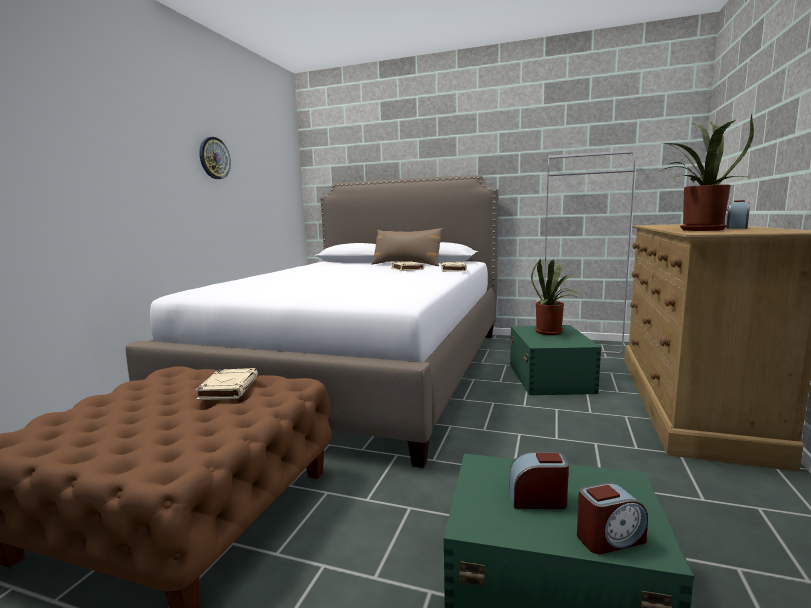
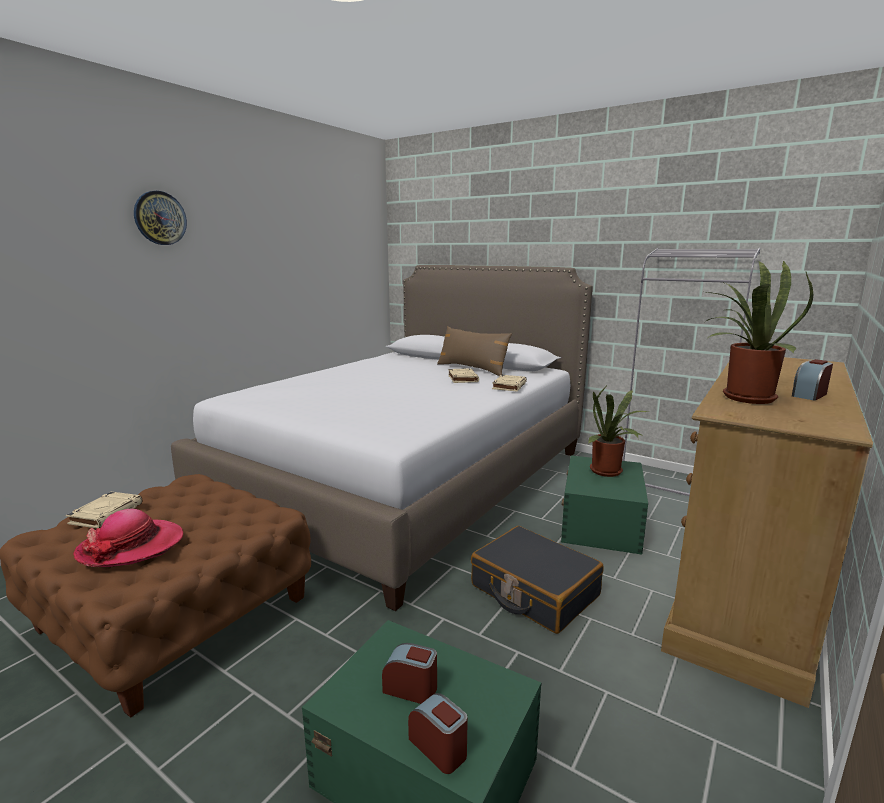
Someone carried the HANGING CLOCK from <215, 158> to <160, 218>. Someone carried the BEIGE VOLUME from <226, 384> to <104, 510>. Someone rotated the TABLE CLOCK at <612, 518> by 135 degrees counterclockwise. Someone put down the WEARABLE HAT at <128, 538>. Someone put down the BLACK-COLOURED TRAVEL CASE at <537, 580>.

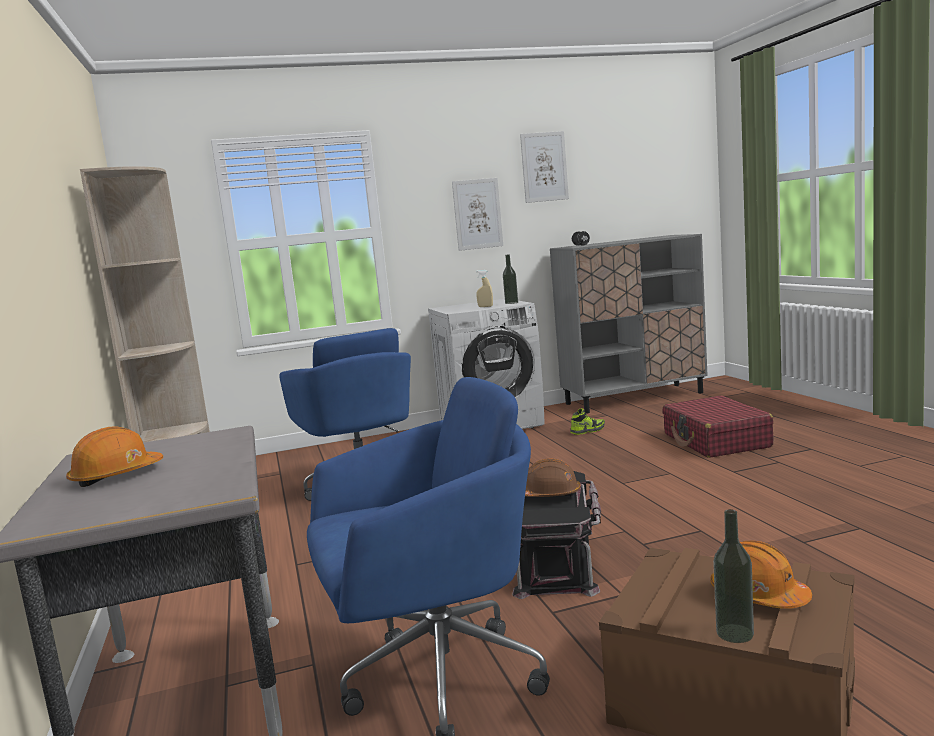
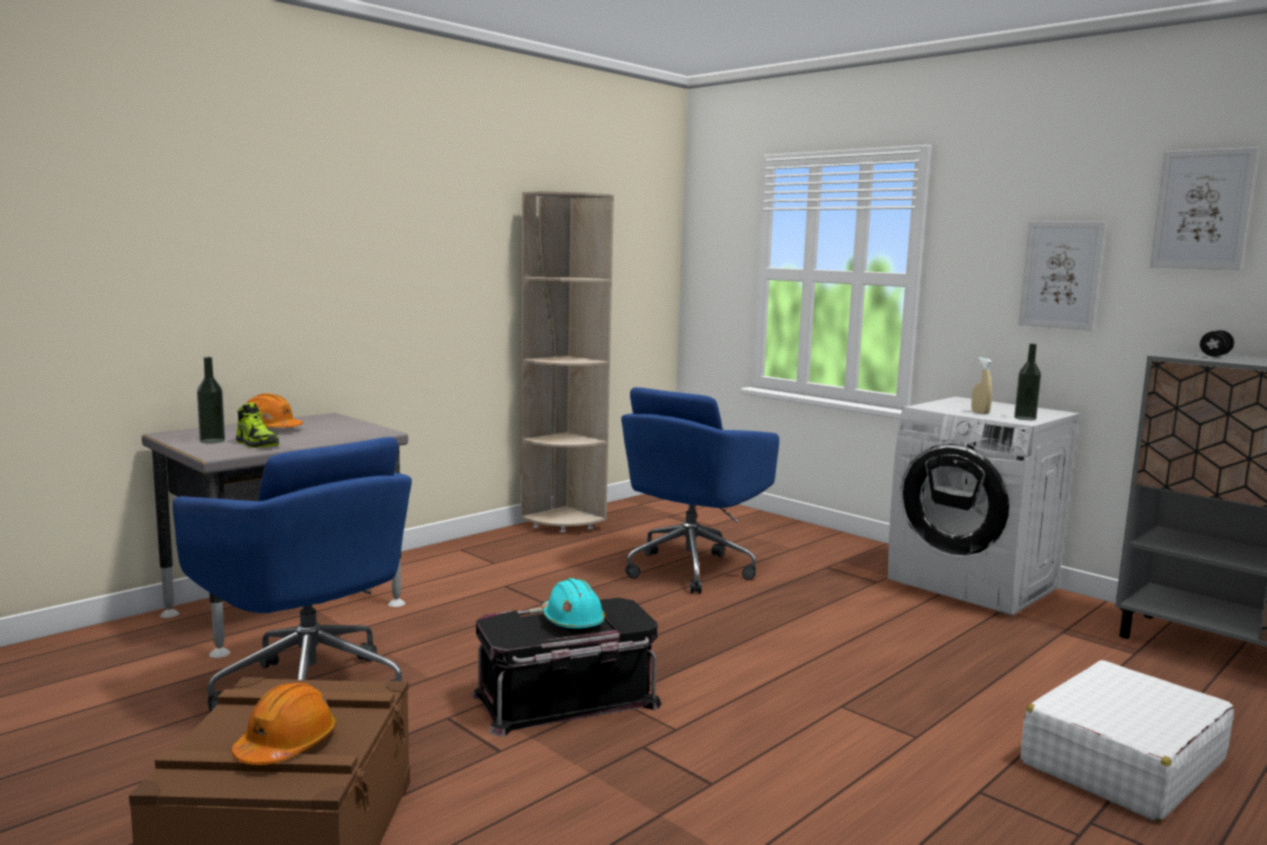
Someone repainted the RED-COLOURED TRAVEL CASE at <718, 426>, which became the WHITE TRAVEL CASE at <1127, 740>. Someone carried the SHOE from <587, 421> to <257, 425>. Someone repainted the BROWN HARD HAT at <553, 477>, which became the BLUE-GREEN HARD HAT at <573, 605>. Someone carried the BOTTLE from <733, 576> to <211, 400>.

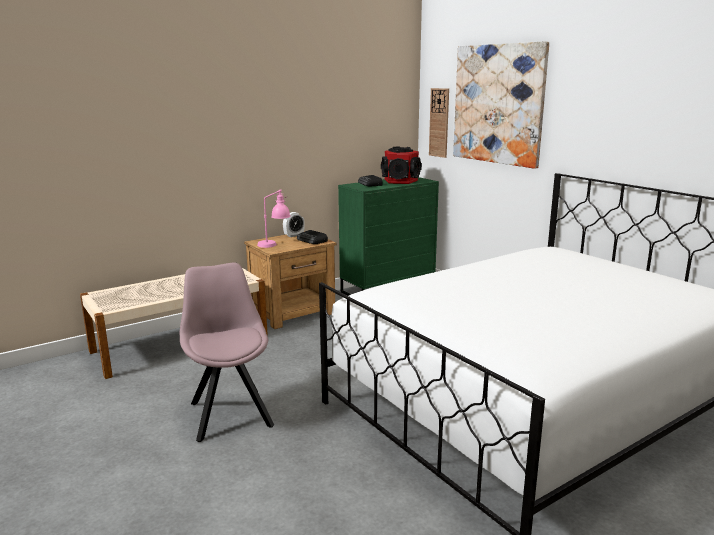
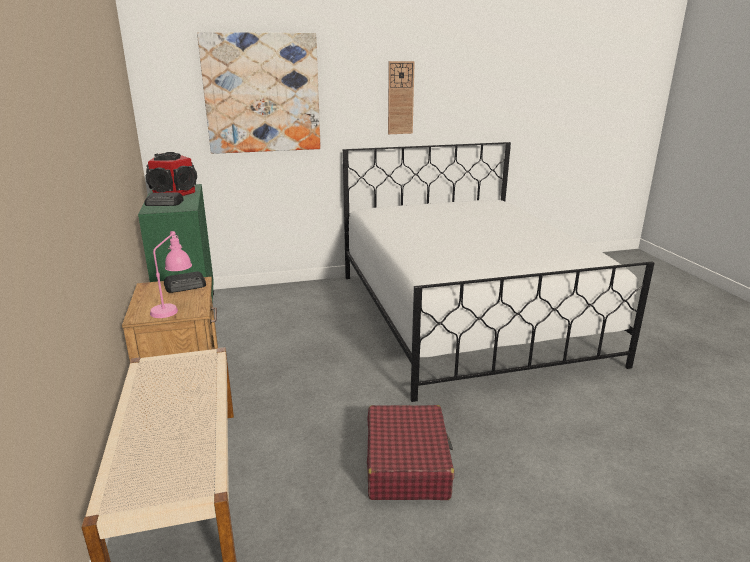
Someone carried the HANGING CLOCK from <439, 123> to <401, 97>. Someone took away the TABLE CLOCK at <294, 224>. Someone swapped the PINKISH CHAIR at <227, 352> for the RED-COLOURED TRAVEL CASE at <410, 452>.

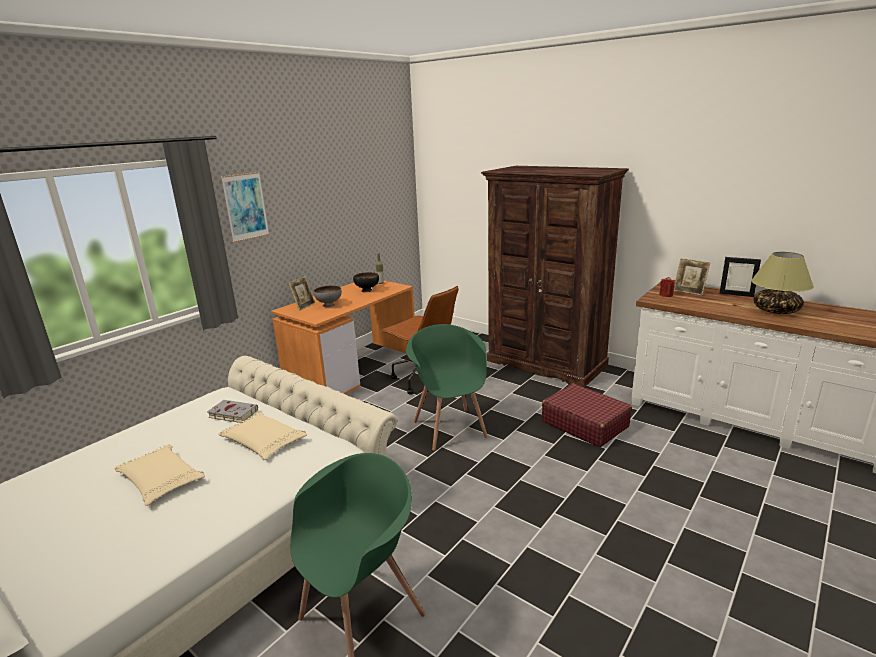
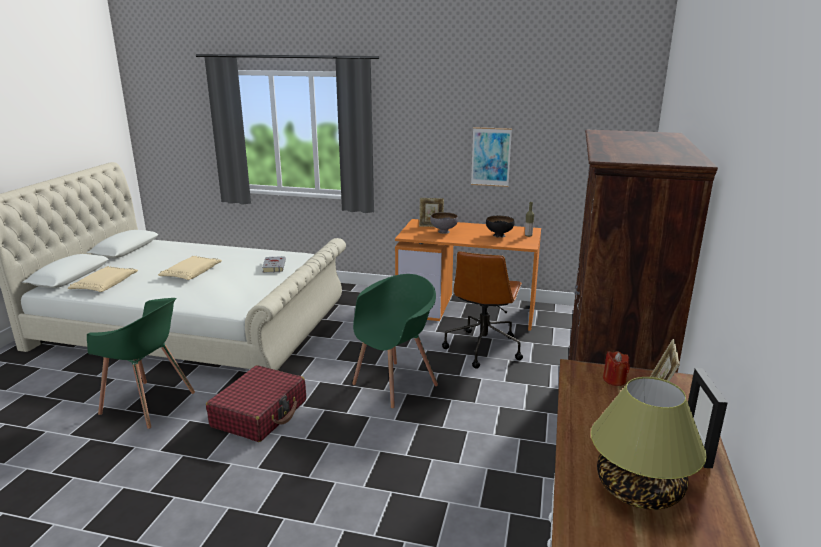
Someone carried the PICTURE from <245, 207> to <491, 157>. Someone carried the RED-COLOURED TRAVEL CASE from <587, 415> to <256, 403>. Someone carried the BEIGE CUSHION from <262, 436> to <103, 279>.

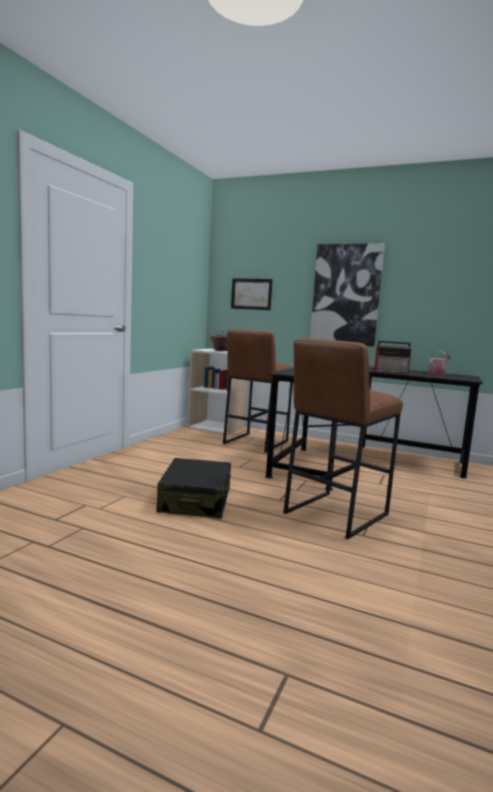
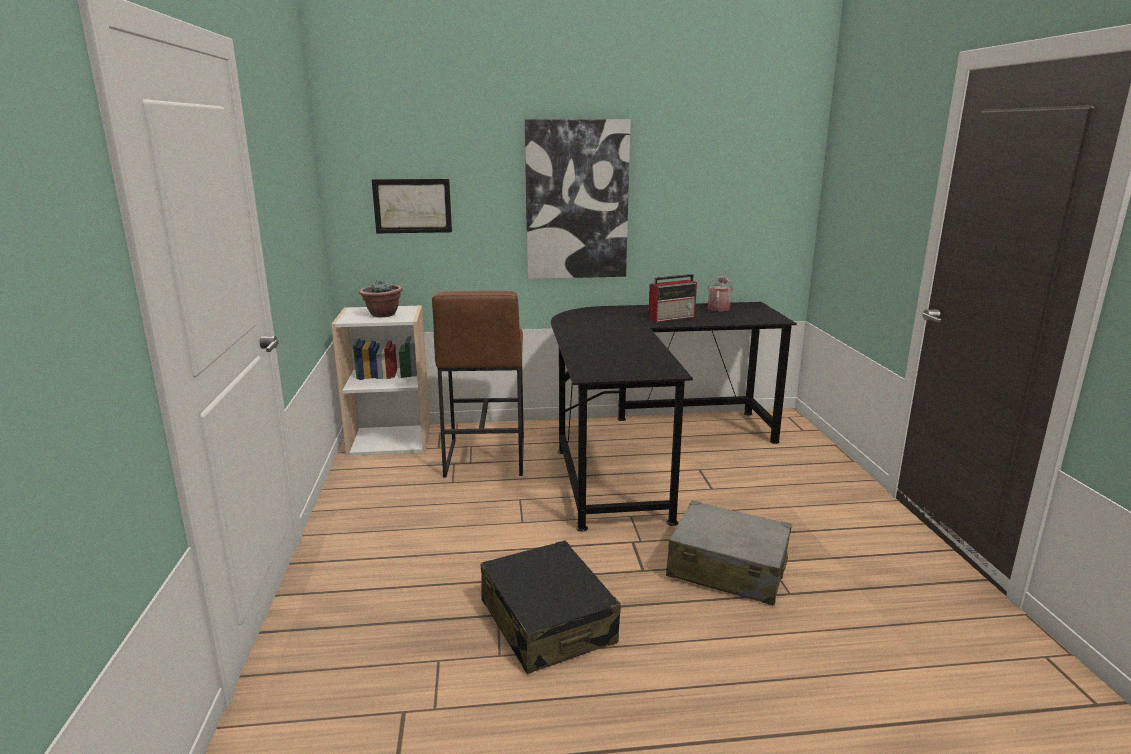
Someone swapped the BROWN STOOL SEAT at <343, 438> for the GREY TRAVEL CASE at <729, 553>.

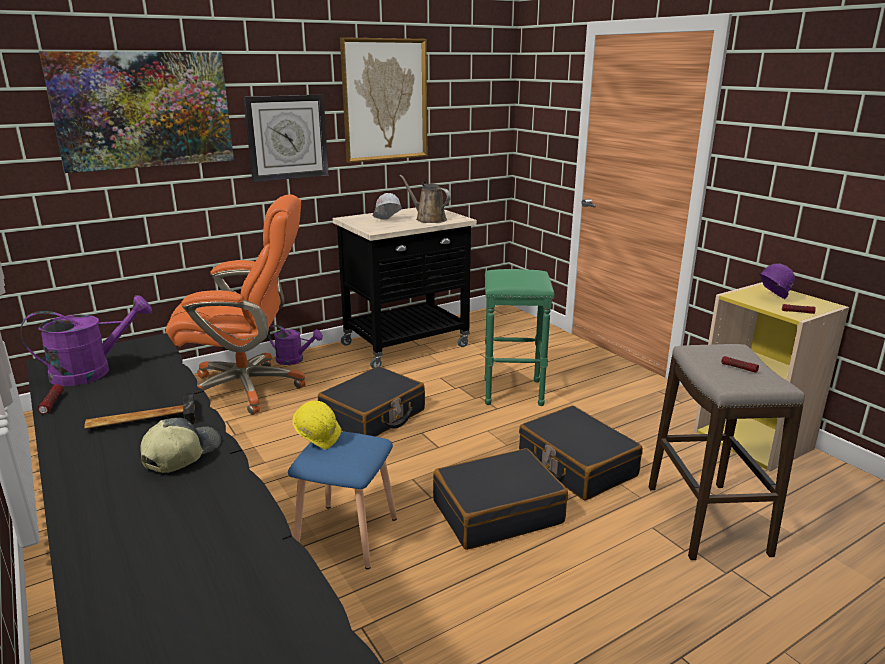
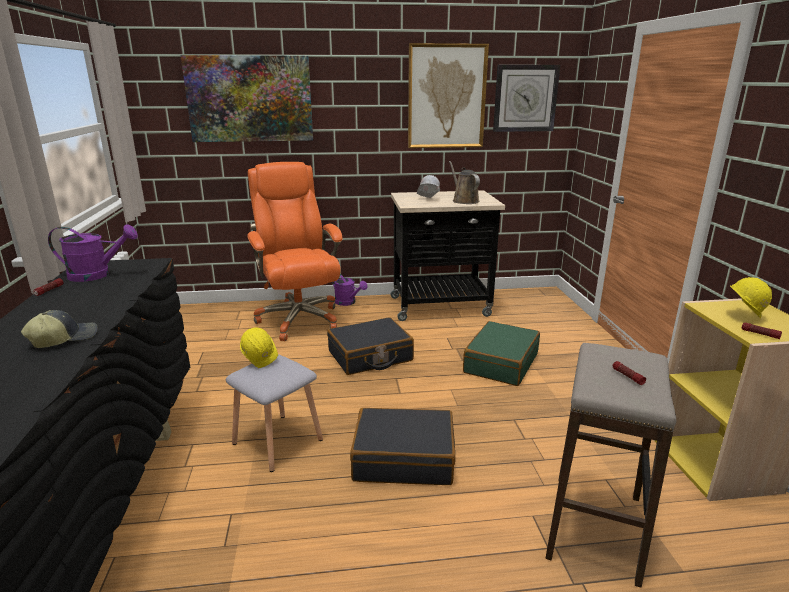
Someone carried the HANGING CLOCK from <286, 138> to <526, 98>. Someone rotated the ORANGE-COLOURED COMPUTER CHAIR at <236, 304> by 135 degrees counterclockwise. Someone repainted the PURPLE-COLOURED HARD HAT at <777, 281>, which became the YELLOW-COLOURED HARD HAT at <750, 297>. Someone swapped the GREEN STOOL SEAT at <519, 337> for the GREEN TRAVEL CASE at <501, 353>. Someone took away the HAND HAMMER at <140, 410>. Someone took away the BLACK-COLOURED TRAVEL CASE at <581, 453>. Someone repainted the BLUE-COLOURED STOOL SEAT at <342, 500>, which became the GREY STOOL SEAT at <274, 413>.

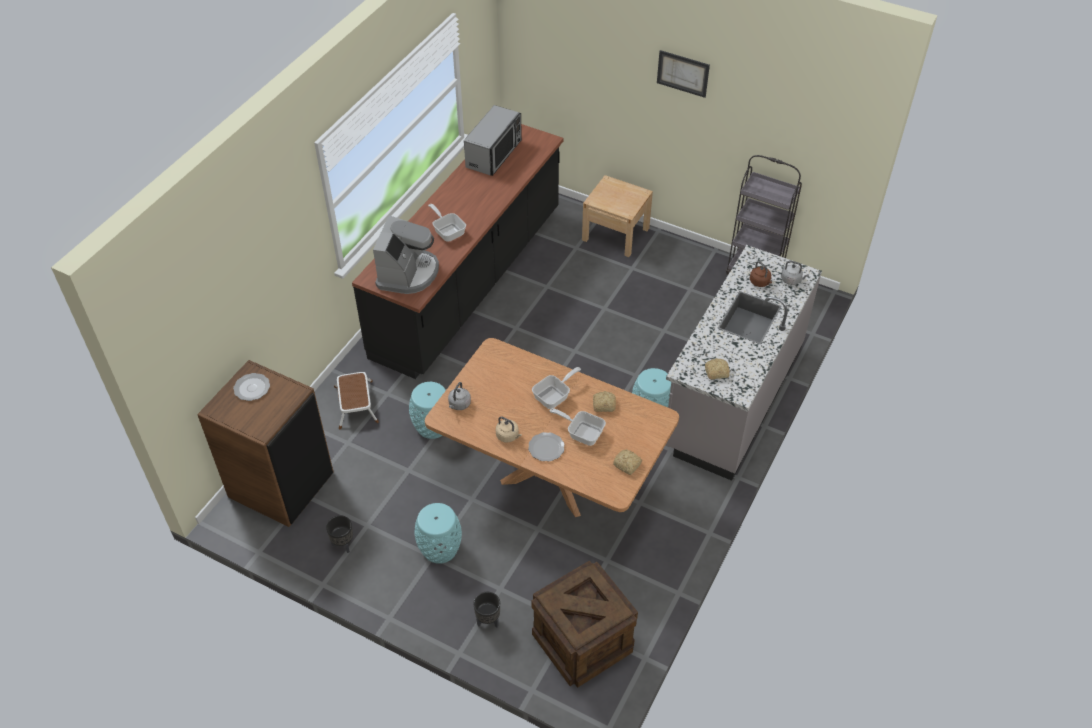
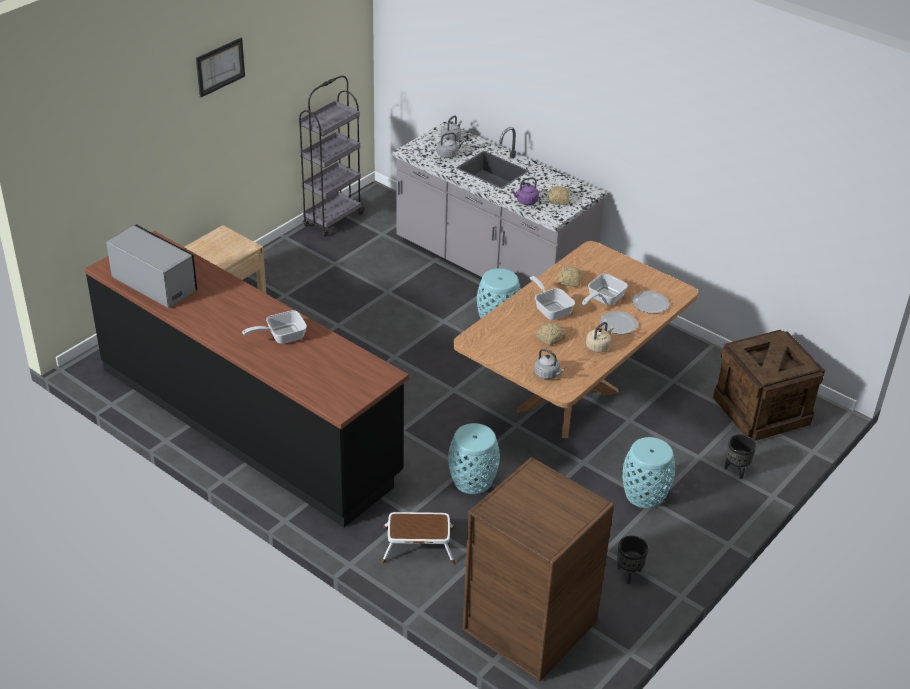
Someone took away the COFFEE BREWER at <406, 254>. Someone repainted the BROWN WATER KETTLE at <761, 274>, which became the GREY WATER KETTLE at <450, 145>. Someone carried the FLAT DISH from <251, 387> to <650, 302>. Someone carried the BAKERY BREAD from <627, 462> to <551, 333>. Someone put down the PURPLE-COLOURED WATER KETTLE at <525, 191>.

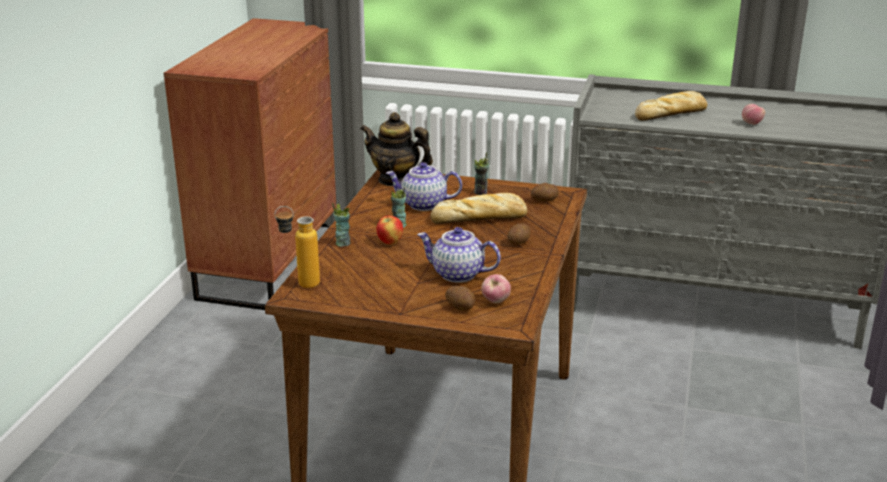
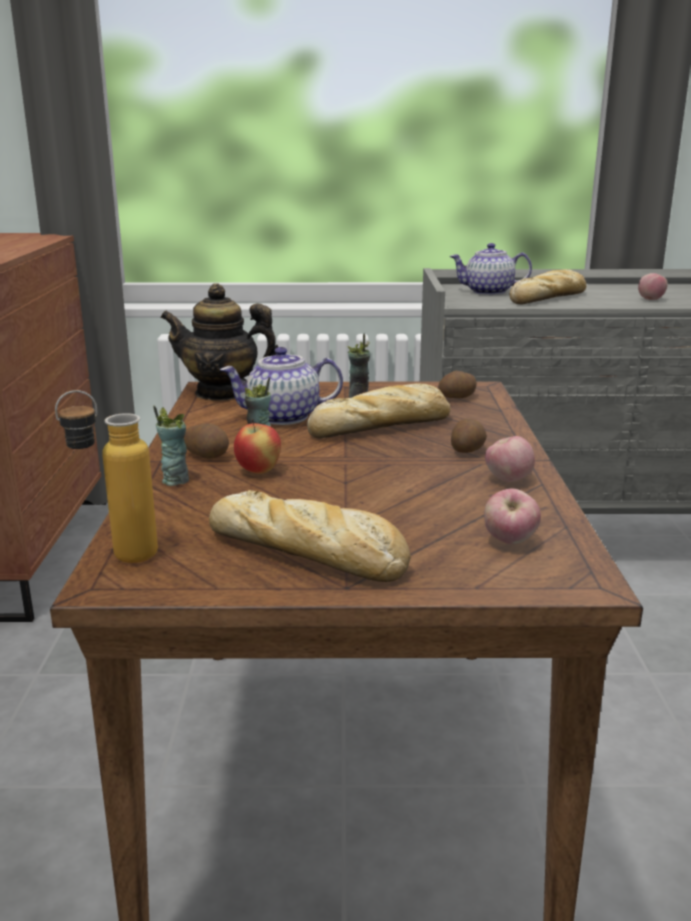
Someone carried the TEAPOT from <459, 255> to <491, 269>. Someone carried the SPUD from <460, 298> to <206, 441>. Someone put down the APPLE at <510, 459>. Someone put down the BAKERY BREAD at <310, 536>.

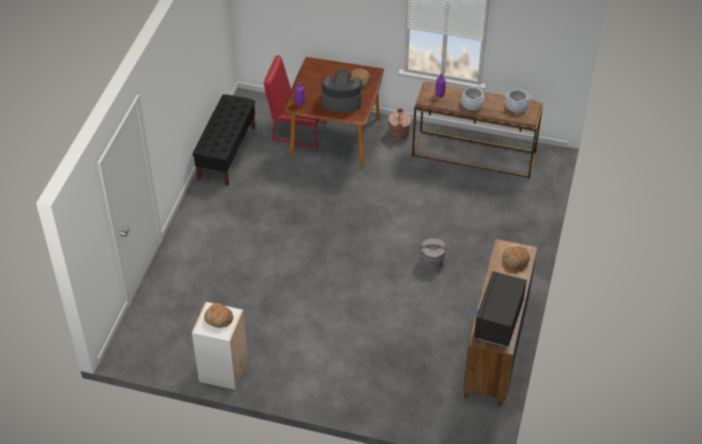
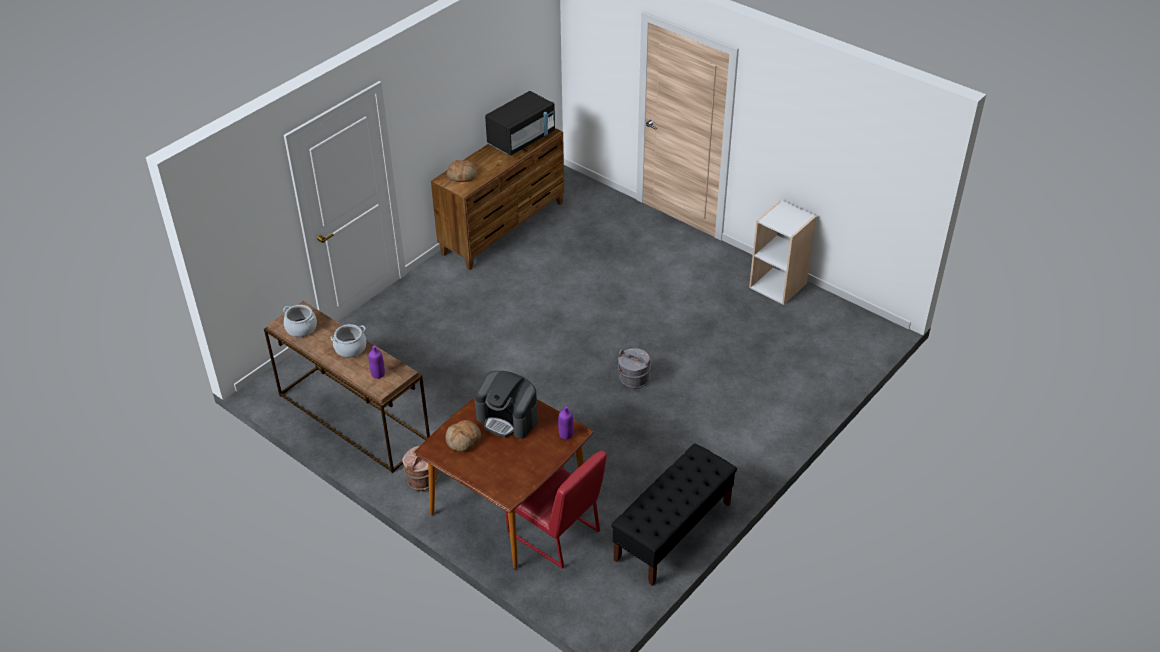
Someone carried the GREY BUCKET from <433, 254> to <634, 368>. Someone took away the BAKERY BREAD at <218, 315>.

